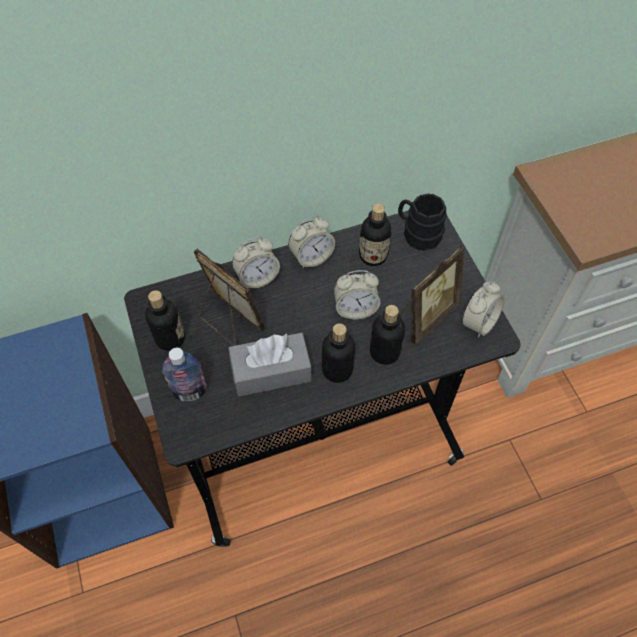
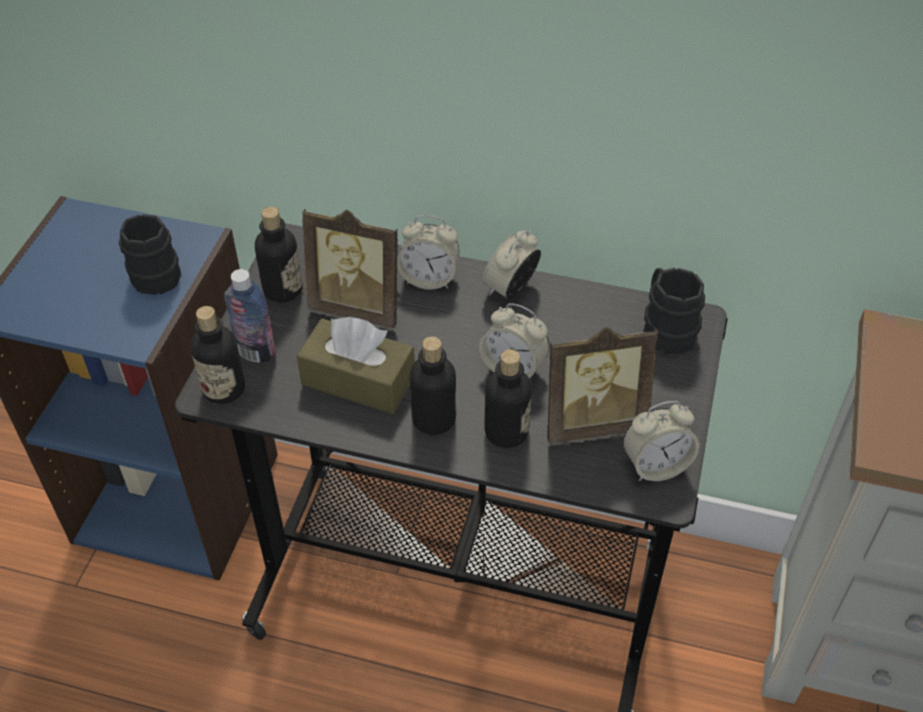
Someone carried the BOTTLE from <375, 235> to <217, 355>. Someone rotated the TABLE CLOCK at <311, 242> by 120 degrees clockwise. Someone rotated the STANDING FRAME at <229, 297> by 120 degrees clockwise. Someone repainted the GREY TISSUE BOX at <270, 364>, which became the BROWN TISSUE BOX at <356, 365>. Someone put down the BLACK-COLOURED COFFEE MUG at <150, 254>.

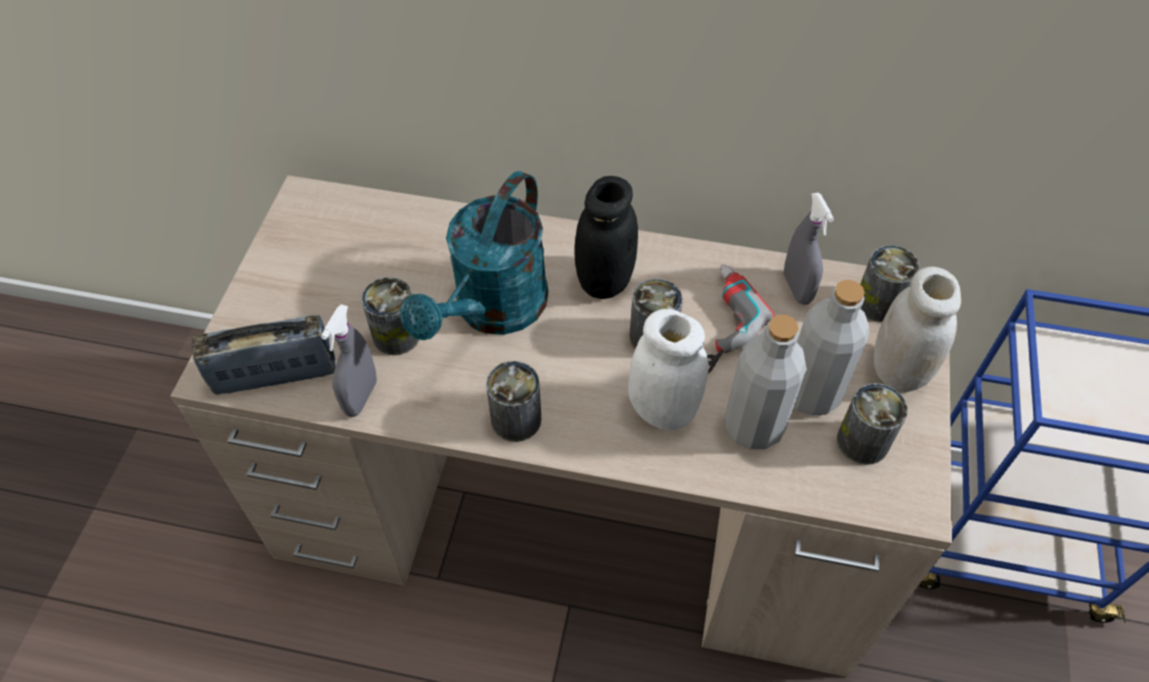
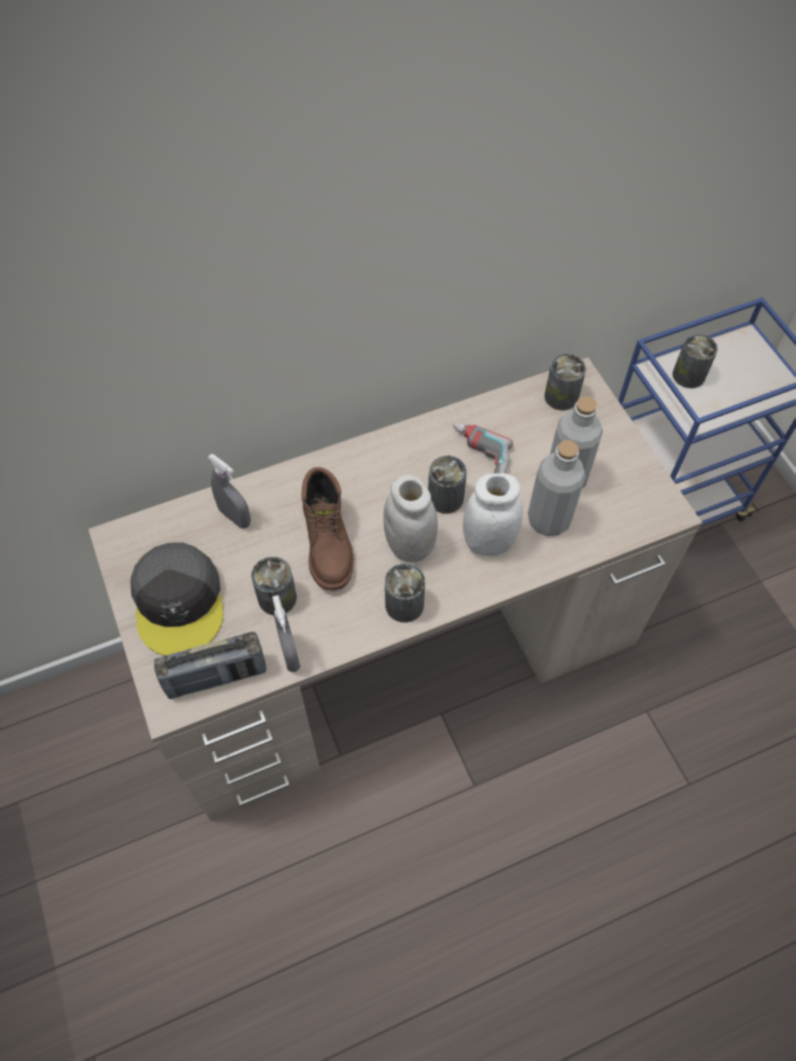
Someone swapped the BLUE-GREEN WATERING CAN at <474, 255> for the BROWN HIGH-TOP BOOT at <328, 529>. Someone took away the BLACK-COLOURED STORAGE JAR at <606, 237>. Someone carried the GREY SPRAY BOTTLE from <809, 249> to <229, 491>. Someone carried the WHITE STORAGE JAR from <917, 329> to <410, 518>. Someone rotated the RADIO at <264, 355> by 150 degrees counterclockwise. Someone carried the SEALED CAN from <872, 424> to <695, 361>. Someone put down the GREY CAP at <177, 599>.

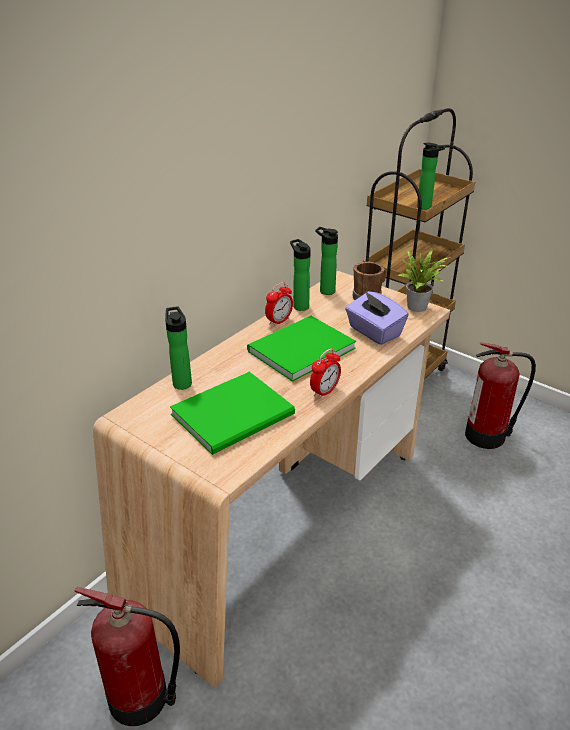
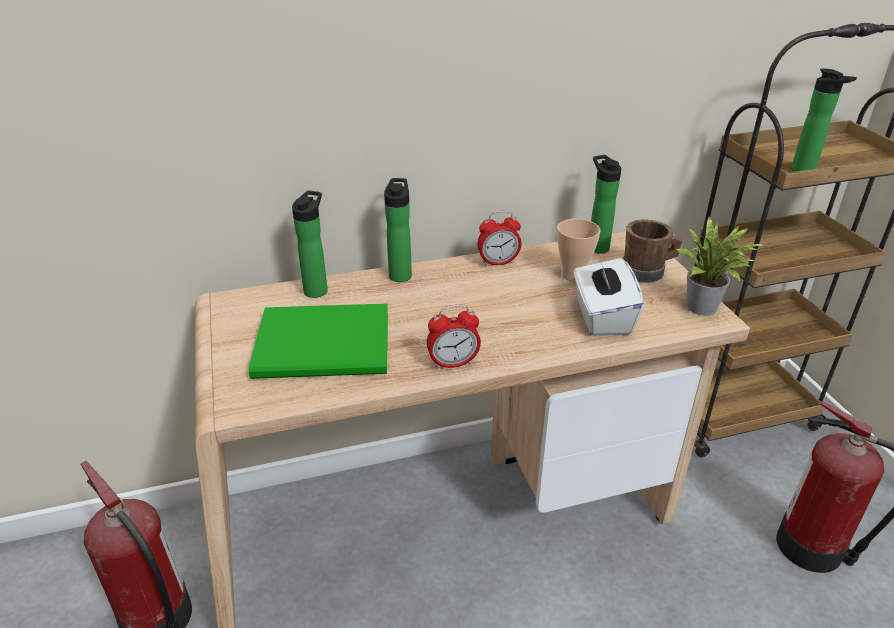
Someone carried the BOTTLE from <300, 275> to <398, 230>. Someone repainted the PURPLE-COLOURED TISSUE BOX at <377, 318>, which became the WHITE TISSUE BOX at <609, 295>. Someone took away the GREEN VOLUME at <301, 349>. Someone put down the CUP at <579, 250>.

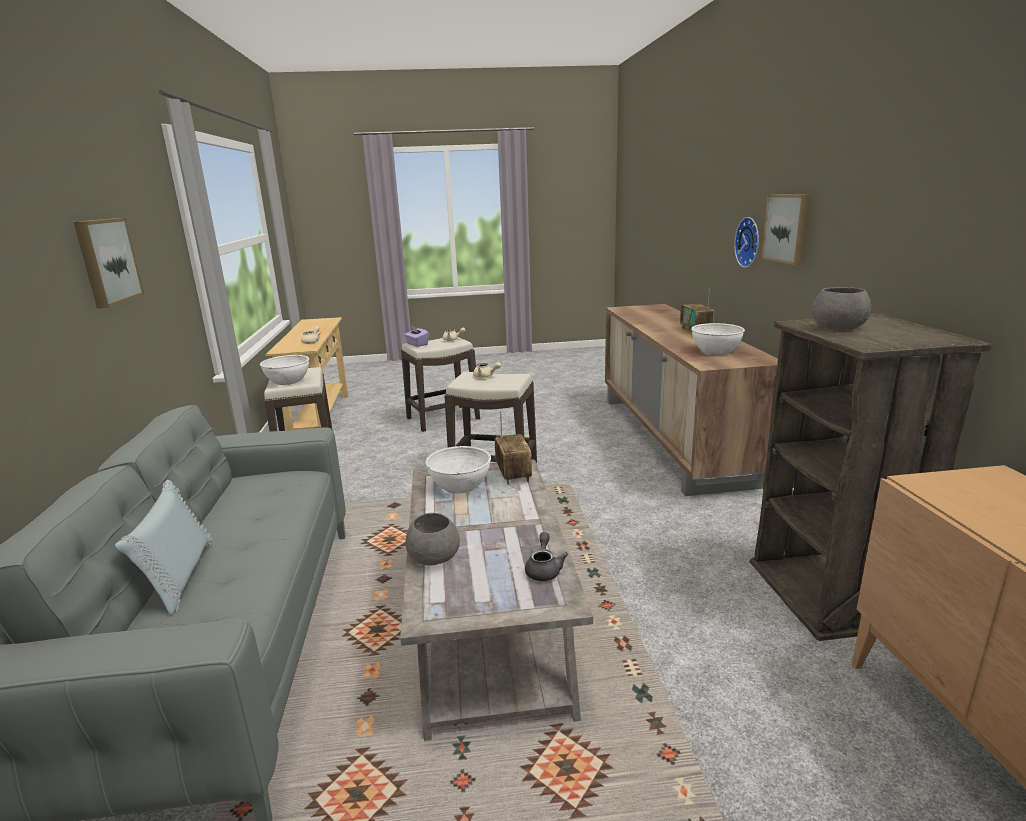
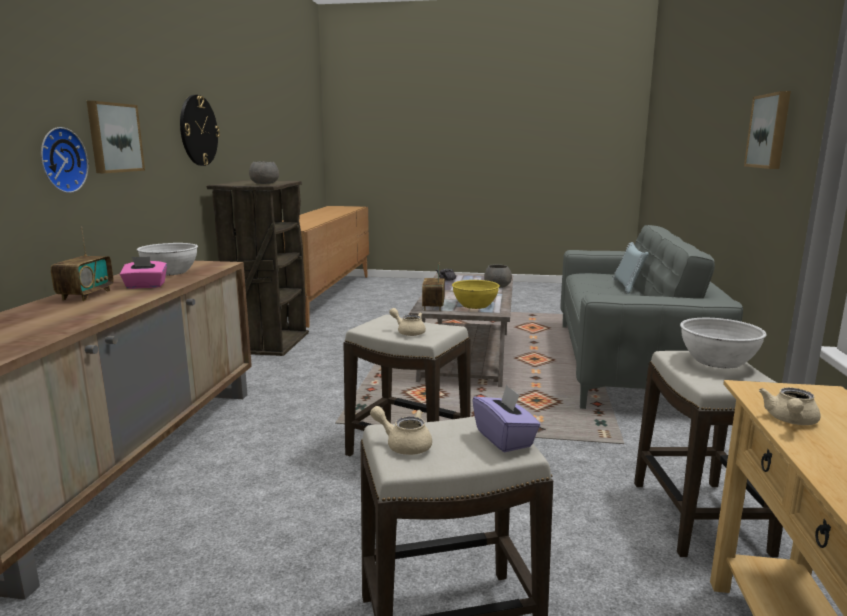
Someone repainted the WHITE BOWL at <458, 469>, which became the YELLOW-COLOURED BOWL at <476, 294>. Someone put up the HANGING CLOCK at <200, 130>. Someone put down the PINKISH TISSUE BOX at <143, 273>.

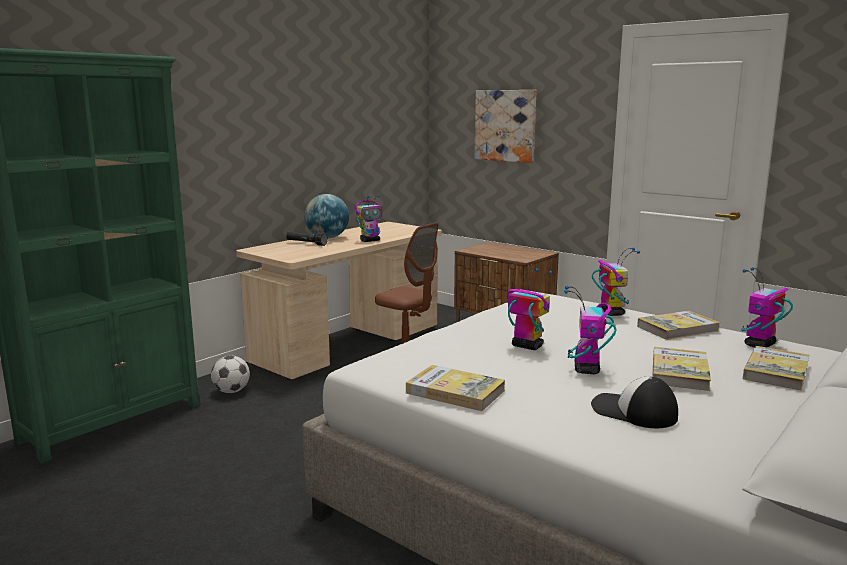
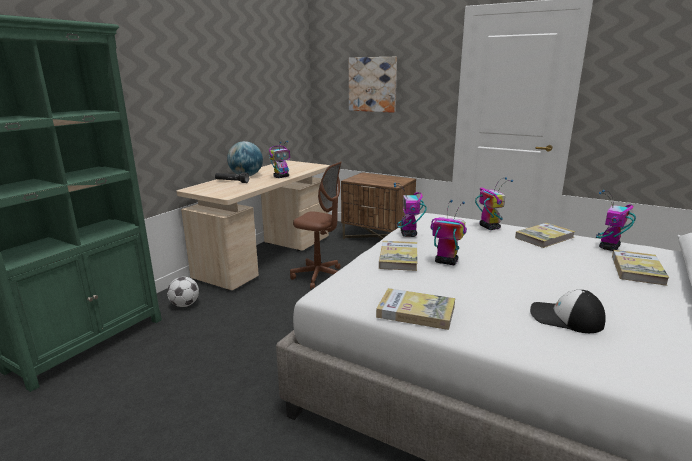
Someone carried the MODEL ROBOT from <590, 329> to <410, 209>. Someone carried the VOLUME from <681, 369> to <398, 256>.

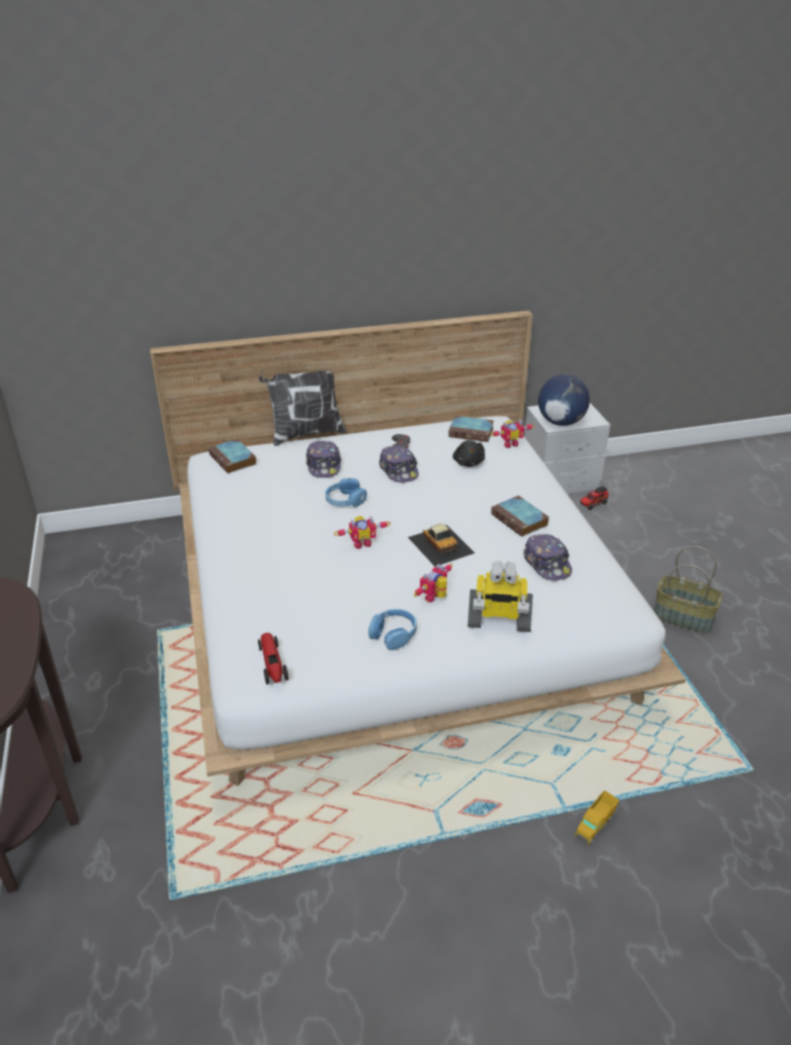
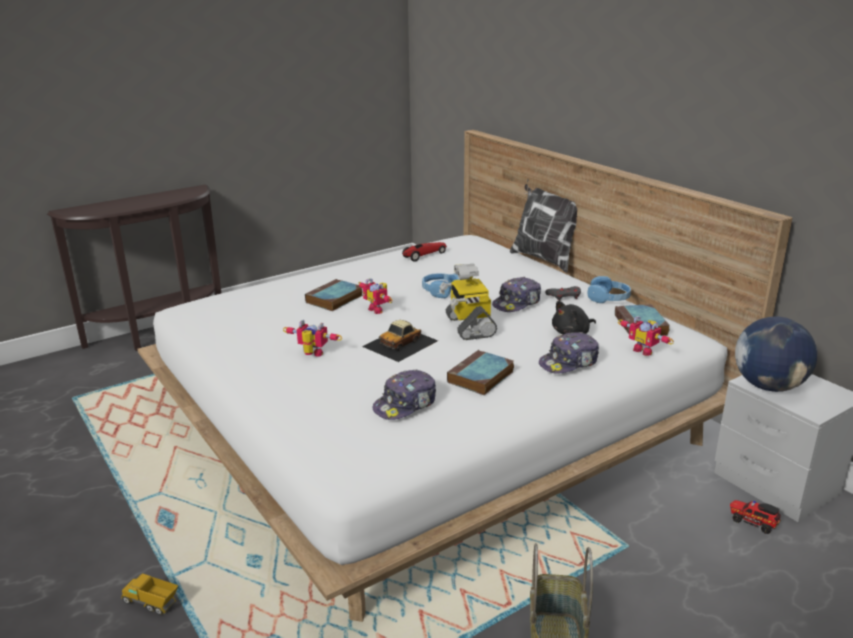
Someone carried the VOLUME from <232, 456> to <334, 295>. Someone carried the CAP from <324, 459> to <569, 352>. Someone carried the MODEL ROBOT from <500, 596> to <468, 302>. Someone carried the BLUE-COLOURED HEADPHONES from <392, 629> to <609, 289>. Someone carried the MODEL CAR from <273, 659> to <424, 252>.

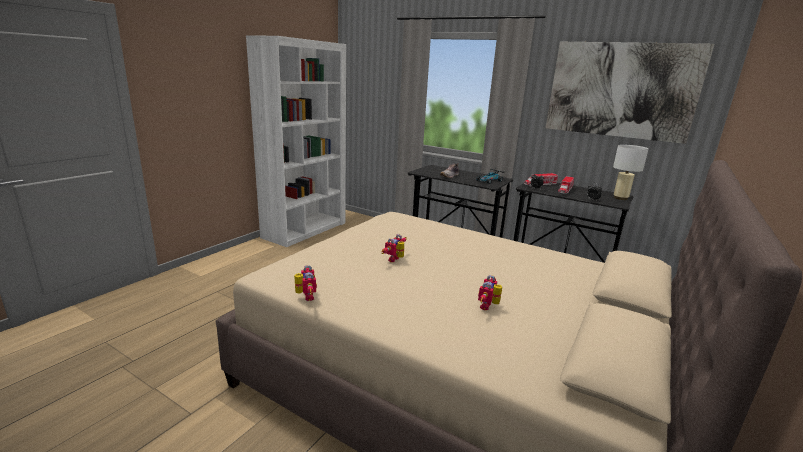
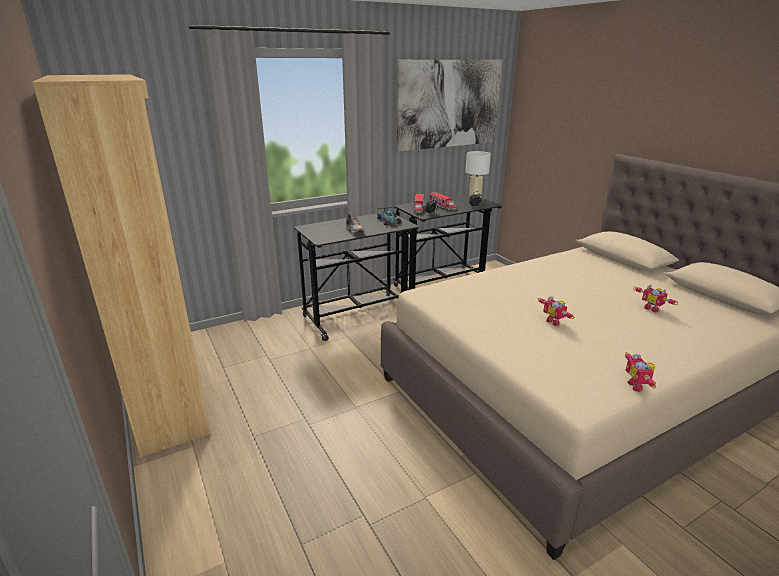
Someone repainted the WHITE BOOKCASE at <296, 141>, which became the BROWN BOOKCASE at <121, 265>. Someone rotated the MODEL ROBOT at <305, 283> by 105 degrees counterclockwise.

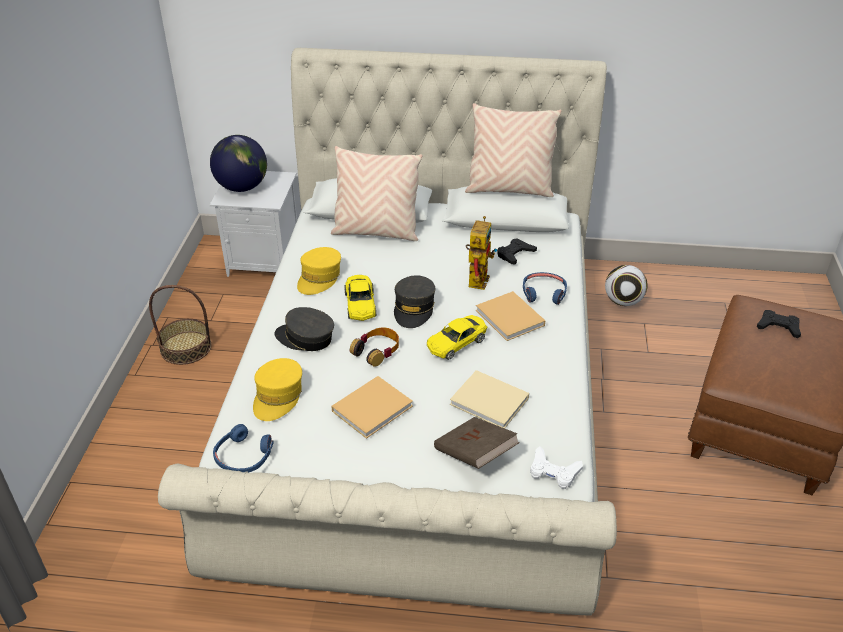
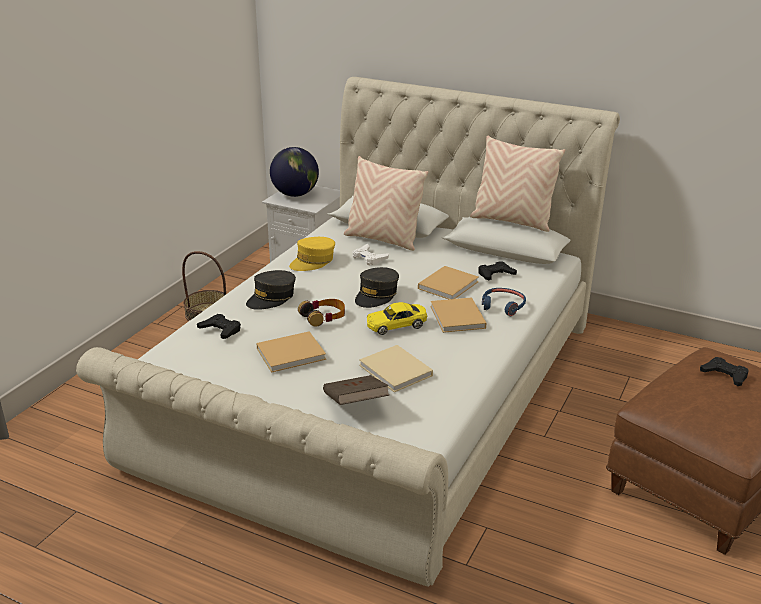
Someone swapped the MODEL ROBOT at <481, 253> for the BEIGE VOLUME at <448, 282>. Someone took away the BALL FOR FOOTBALL at <626, 285>. Someone took away the YELLOW-COLOURED MODEL CAR at <360, 298>. Someone rotated the GREY CAP at <304, 329> by 90 degrees counterclockwise. Someone swapped the YELLOW-COLOURED CAP at <277, 389> for the BLACK-COLOURED GAME CONTROLLER at <219, 326>. Someone took away the BLUE-COLOURED HEADPHONES at <243, 448>. Someone carried the WHITE GAME CONTROLLER from <556, 467> to <370, 254>.

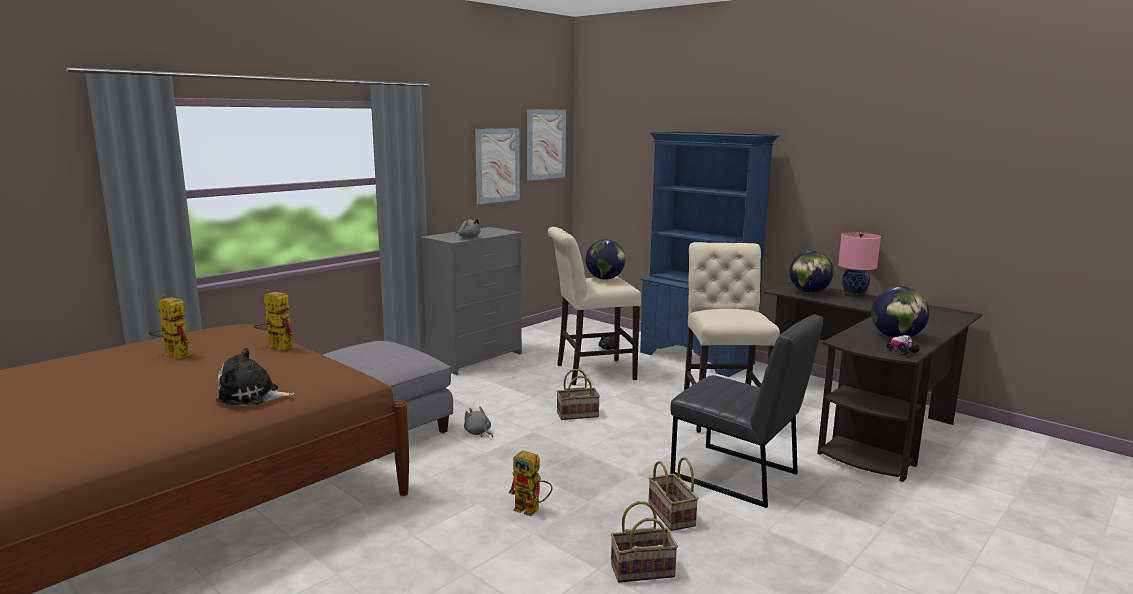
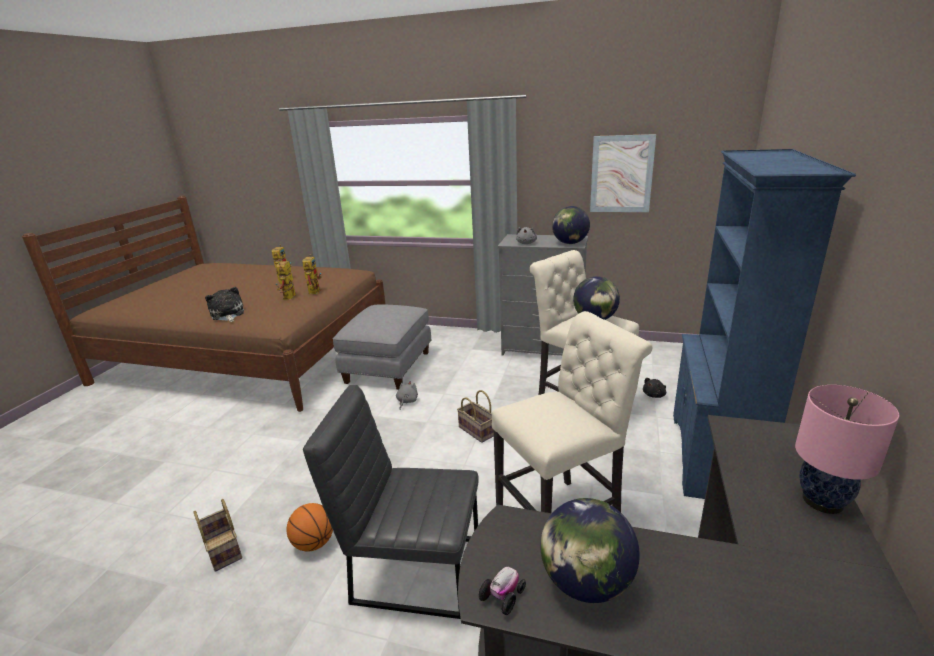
Someone took away the PICTURE at <546, 144>. Someone carried the GLOBE from <811, 272> to <571, 225>. Someone rotated the GREY CHAIR at <746, 411> by 90 degrees clockwise. Someone carried the MODEL ROBOT from <530, 483> to <285, 280>. Someone swapped the STORAGE BASKET at <674, 494> for the BALL FOR BASKETBALL at <310, 527>.

